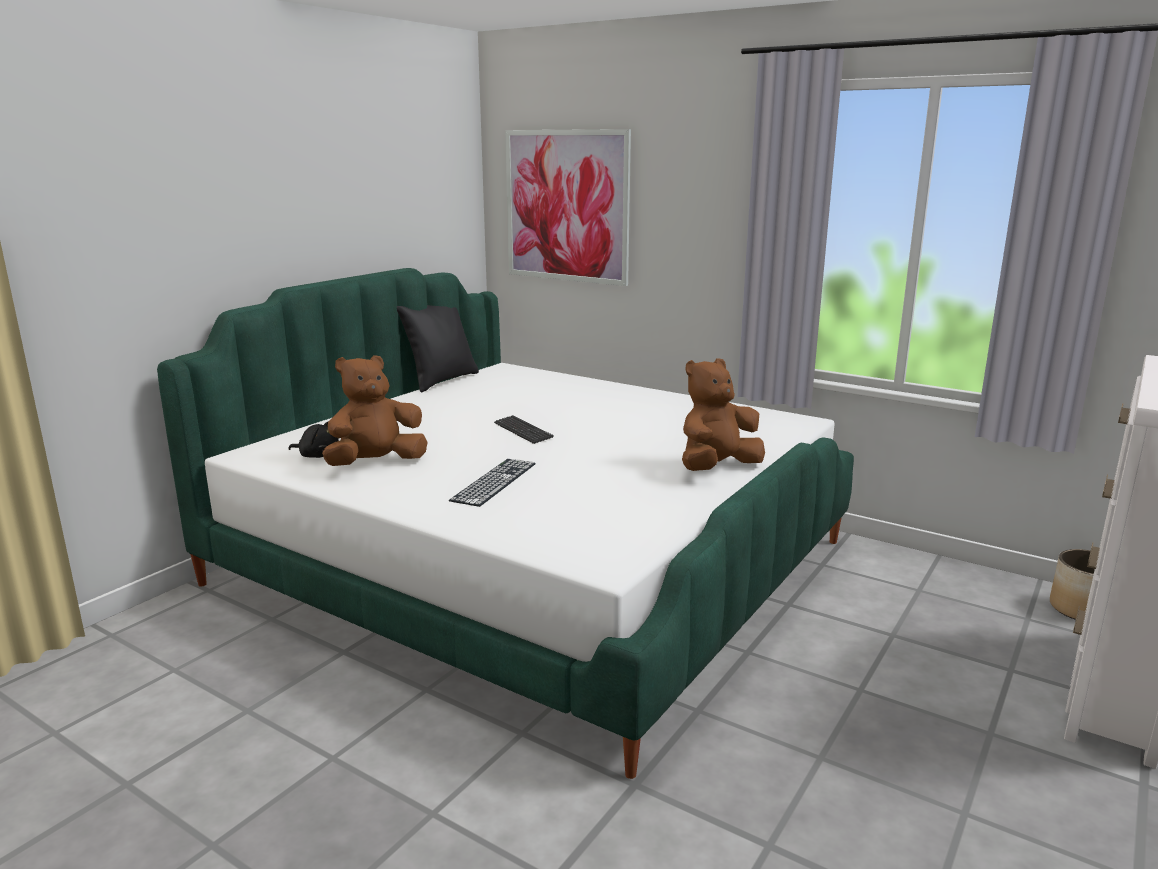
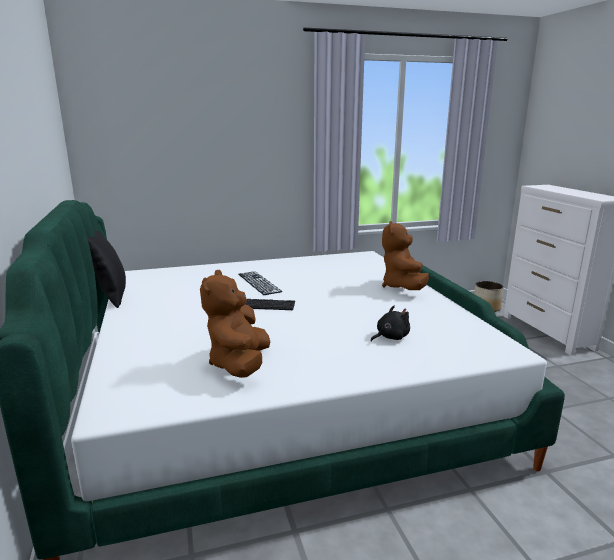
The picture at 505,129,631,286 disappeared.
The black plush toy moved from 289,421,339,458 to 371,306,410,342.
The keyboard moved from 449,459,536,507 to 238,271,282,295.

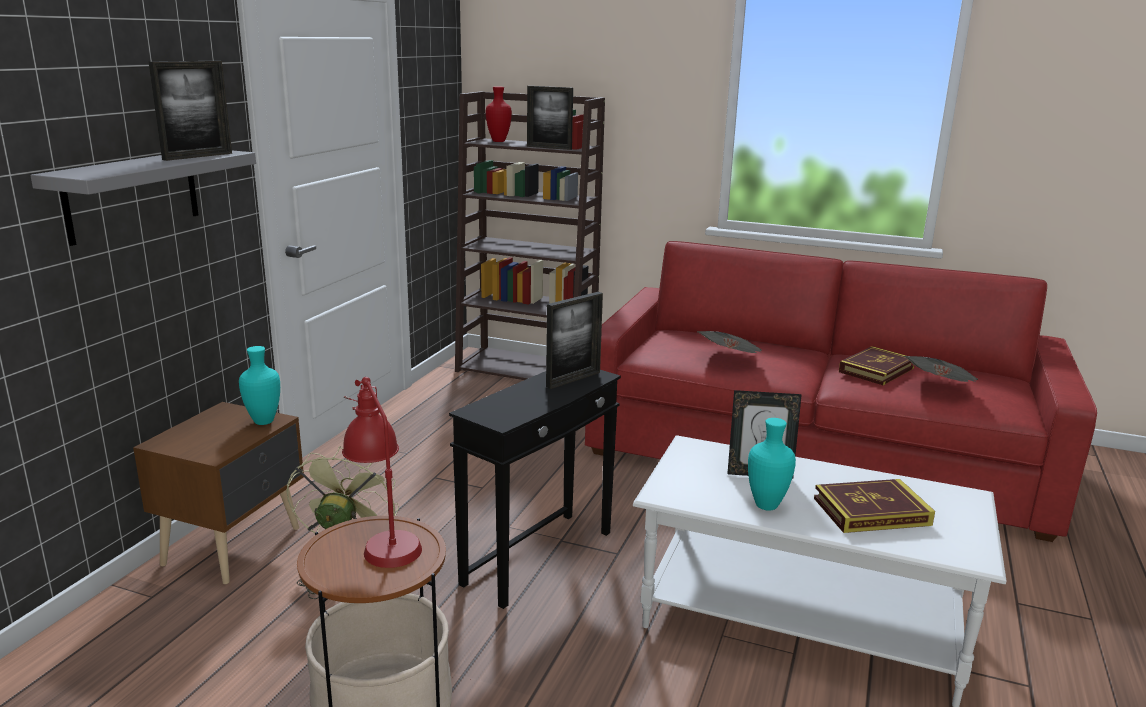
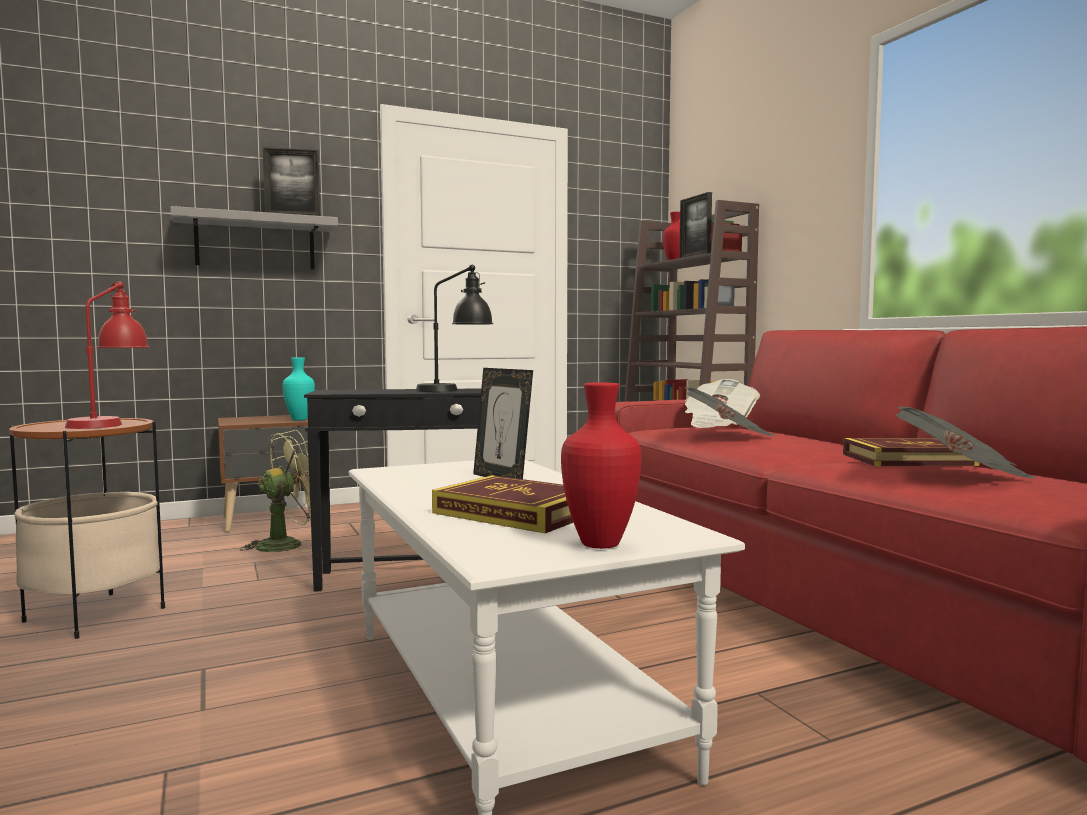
The picture frame at 546,292,603,389 was replaced by the black table lamp at 416,265,493,392.
The turquoise vase at 748,418,796,511 disappeared.
The newspaper at 684,379,760,428 appeared.
The red vase at 561,382,641,549 appeared.

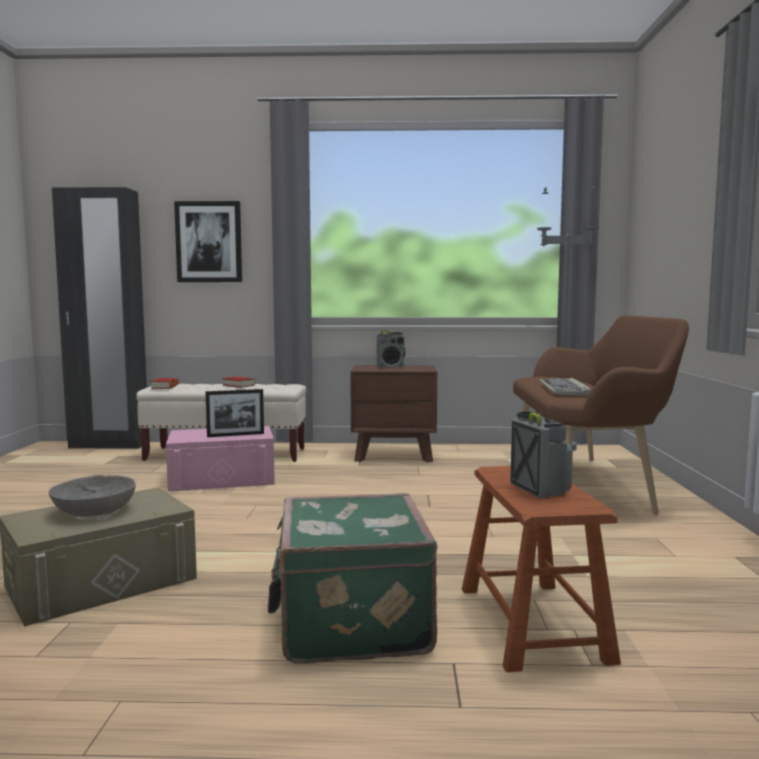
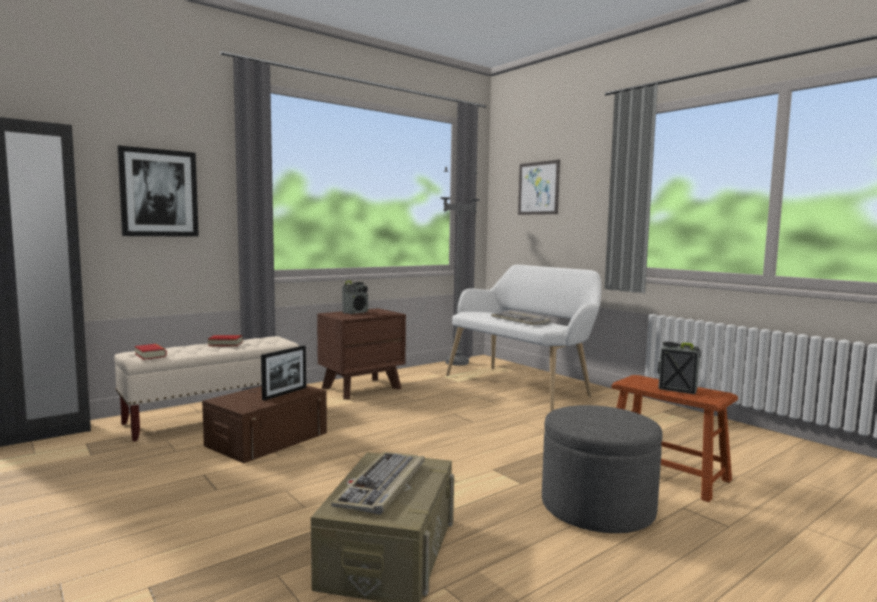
The brown bench at 513,315,689,515 became the white bench at 446,265,601,411.
The pink storage box at 166,426,275,491 became the brown storage box at 202,385,327,463.
The grey bowl at 49,475,136,517 was replaced by the keyboard at 331,452,425,515.
The green suitcase at 268,493,437,664 was replaced by the grey ottoman at 542,405,663,533.
The picture at 518,160,560,215 appeared.

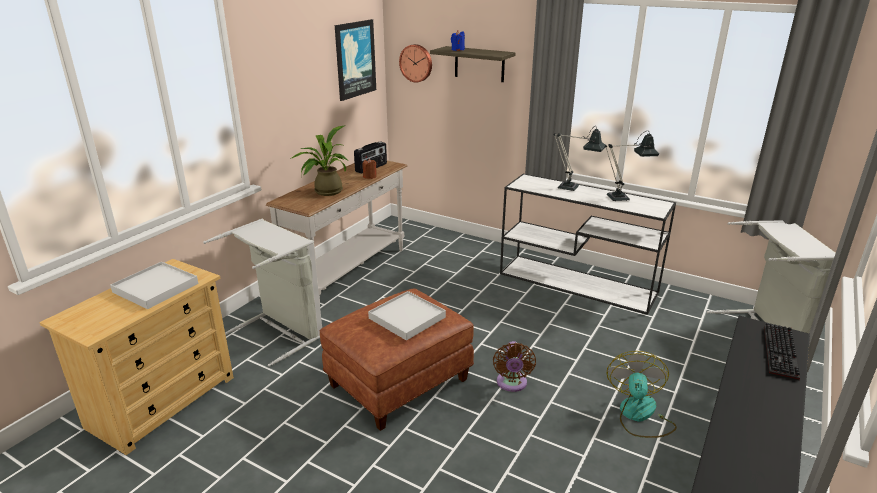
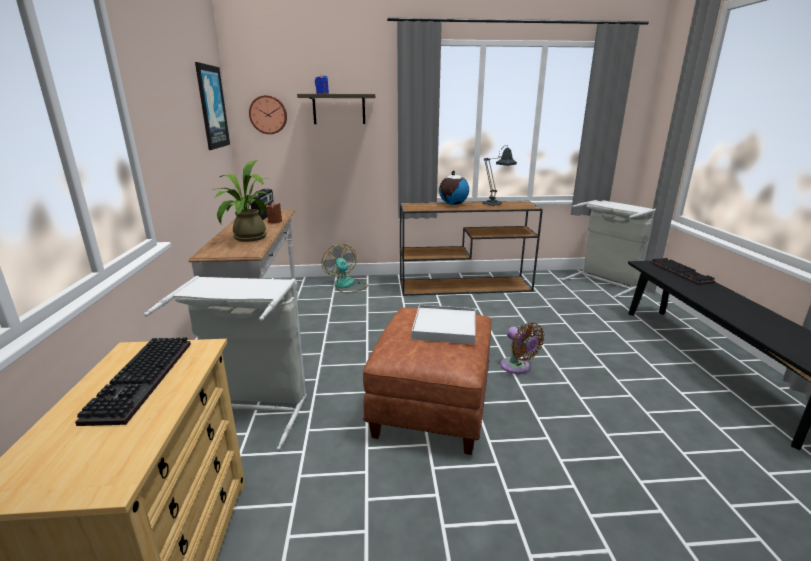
The table lamp at 554,126,605,191 was replaced by the globe at 439,170,469,205.
The white console table at 500,174,676,315 became the brown console table at 400,201,543,296.
The white tray at 110,262,198,309 was replaced by the keyboard at 75,337,191,426.
The fan moved from 606,351,677,438 to 321,244,369,293.

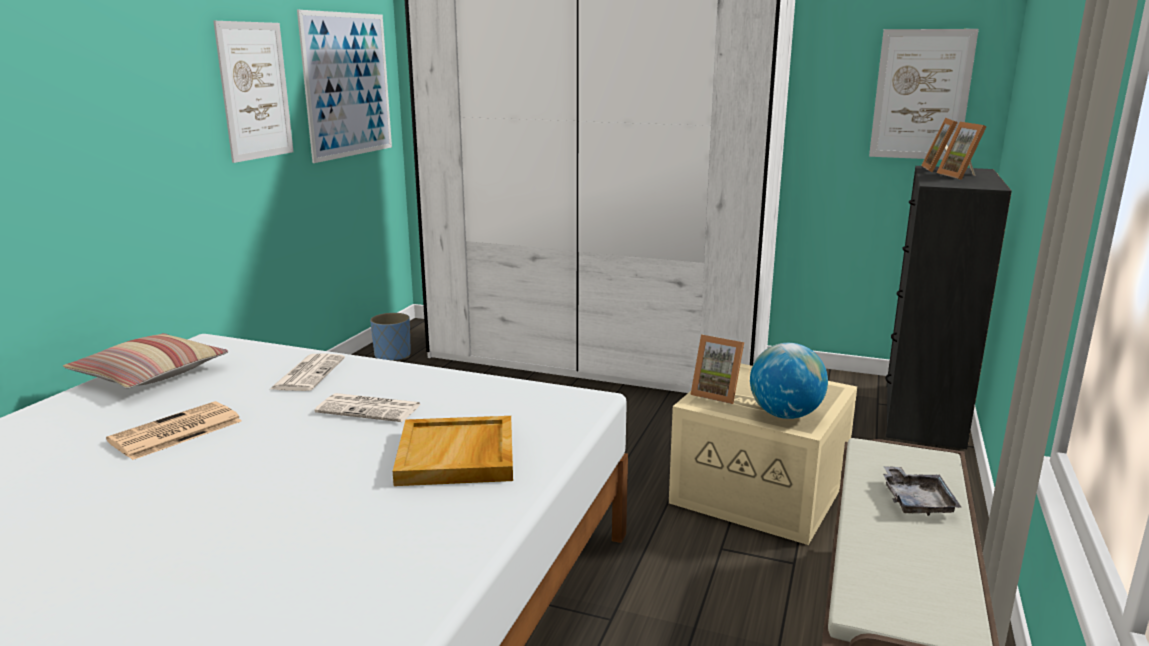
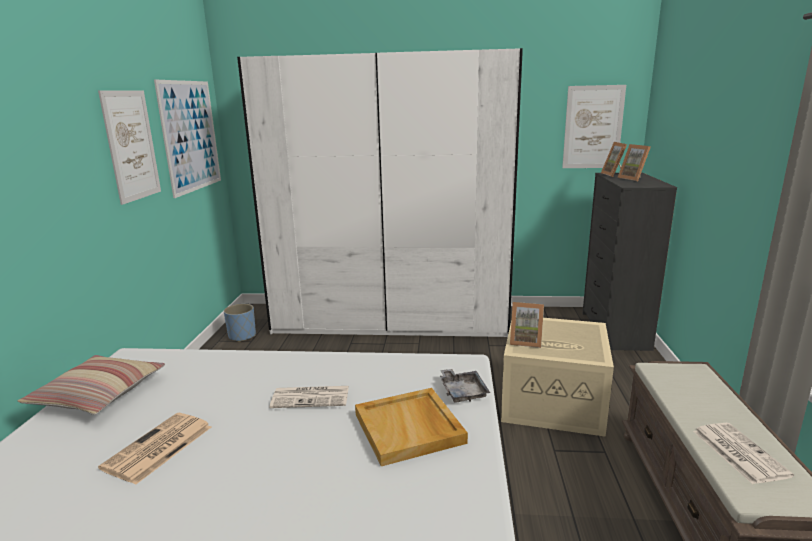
The globe at 750,343,828,419 disappeared.
The newspaper moved from 269,353,345,391 to 693,423,794,484.
The grey tray moved from 883,466,962,516 to 440,369,490,403.

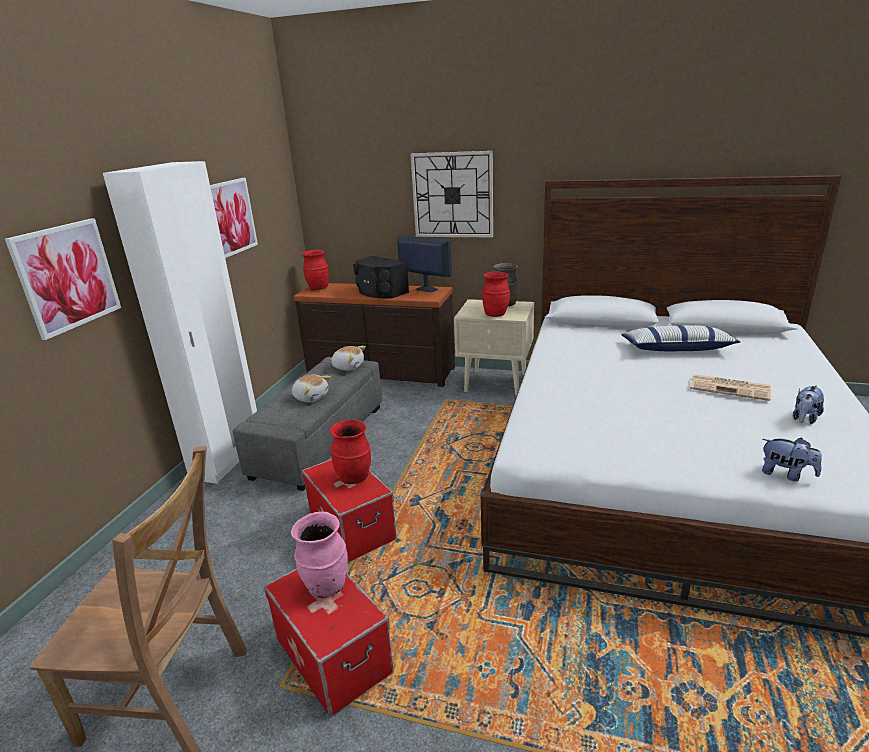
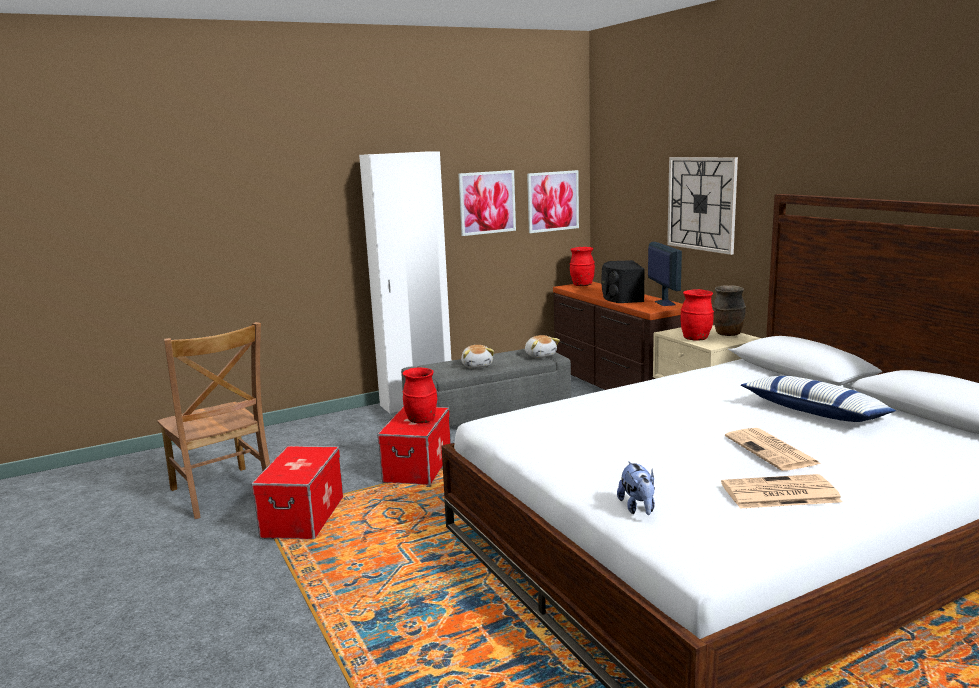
The picture moved from 5,218,121,340 to 527,170,579,233.
The plush toy at 793,385,824,424 was replaced by the newspaper at 721,474,842,508.
The pink vase at 291,512,348,598 disappeared.

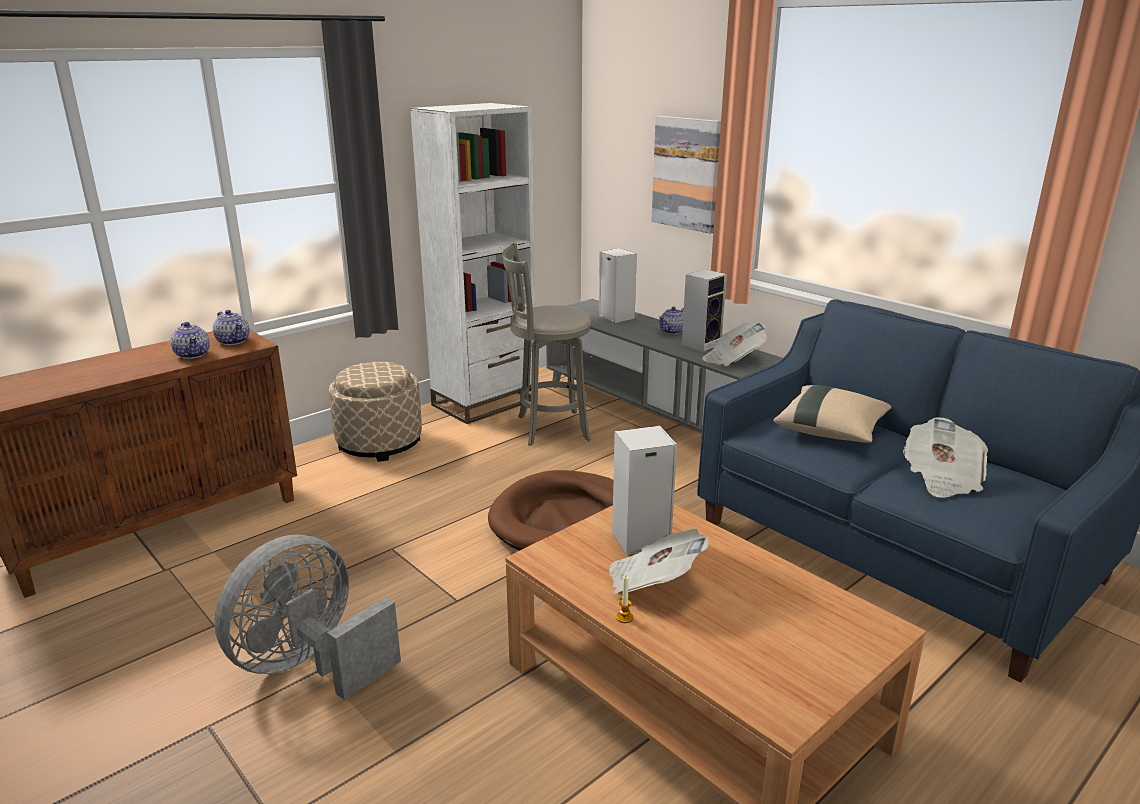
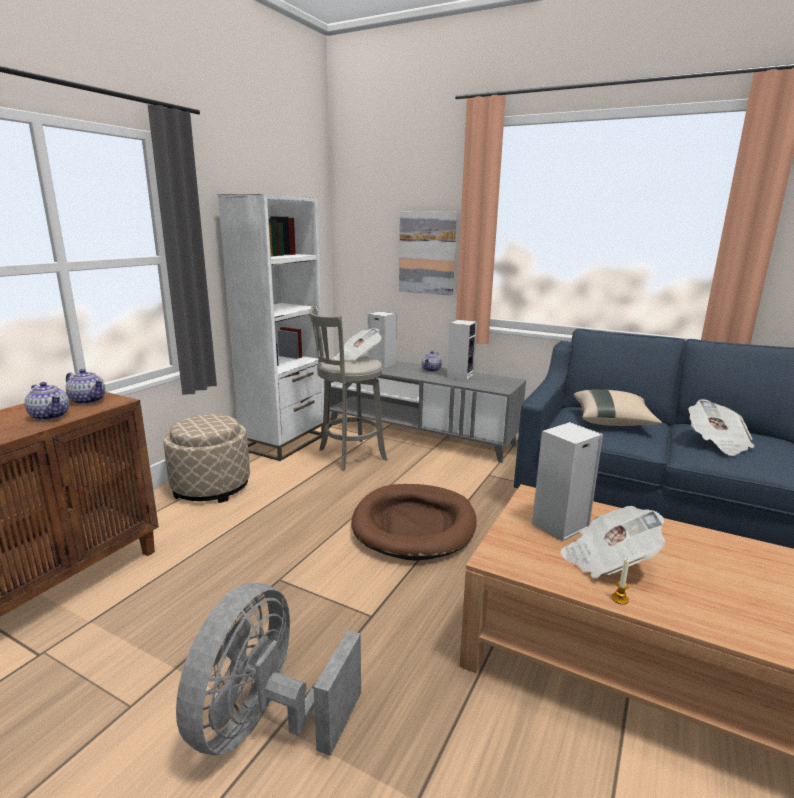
The newspaper moved from 702,322,767,366 to 334,328,382,361.

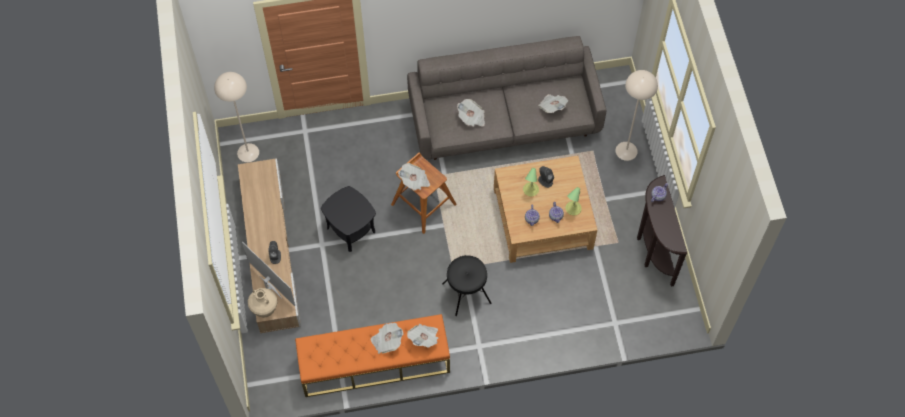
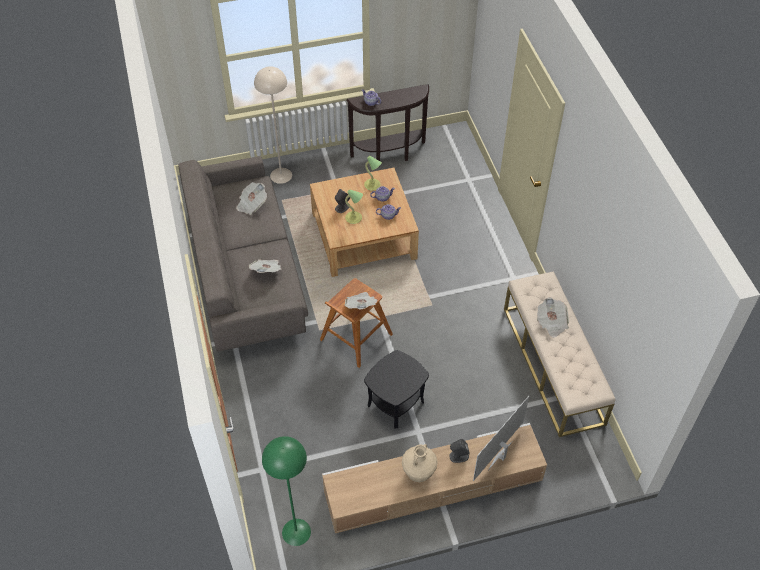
The beige floor lamp at 214,72,259,162 became the green floor lamp at 262,436,311,546.
The black stool at 442,255,491,316 disappeared.
The beige vase moved from 248,288,277,318 to 402,444,438,482.
The orange bench at 295,314,450,397 became the beige bench at 504,271,616,437.
The newspaper at 407,324,438,347 disappeared.

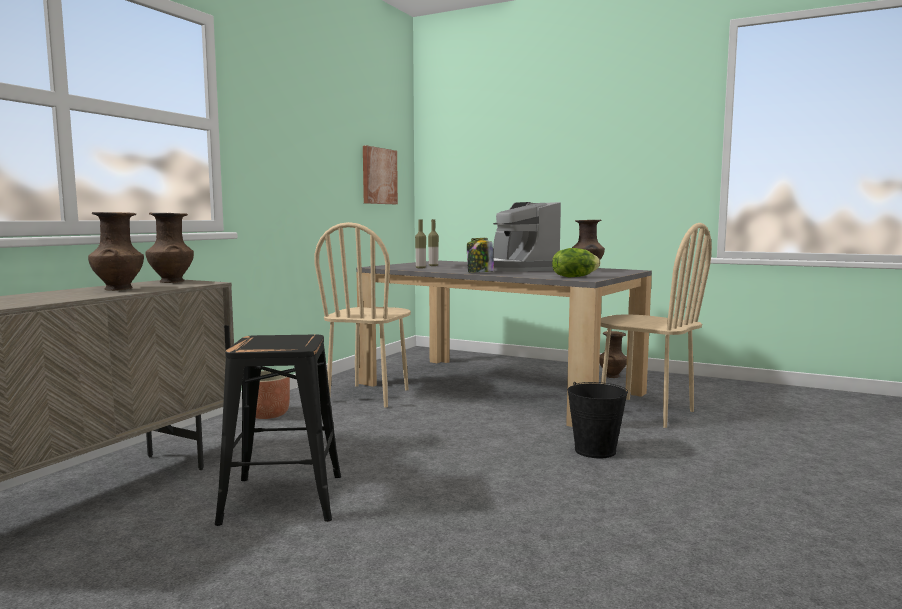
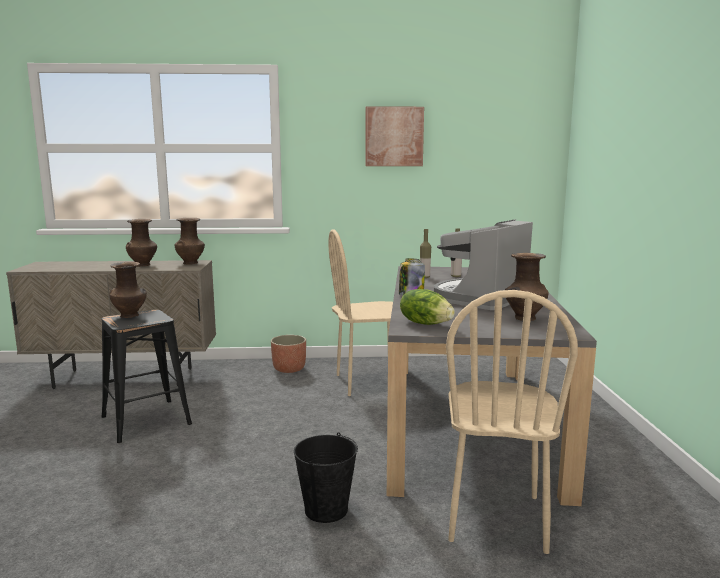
The picture moved from 363,146,398,204 to 365,106,424,166.
The brown vase moved from 599,331,627,378 to 110,262,147,318.

